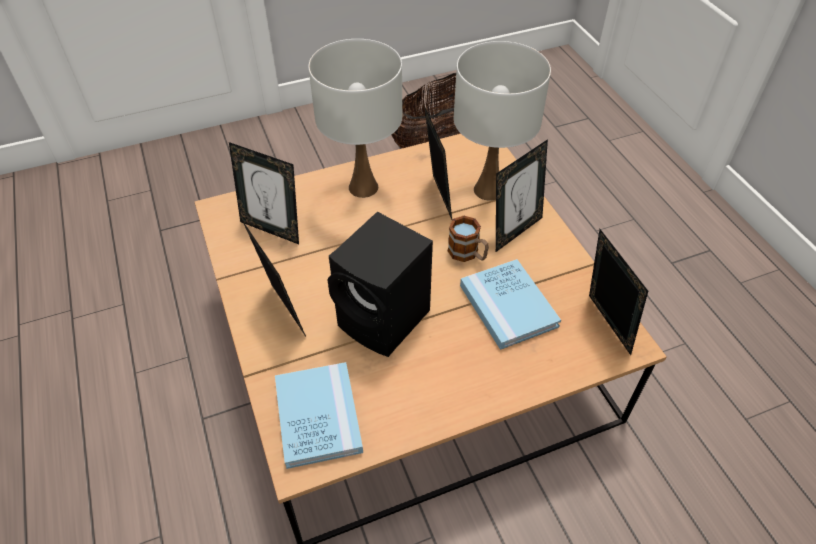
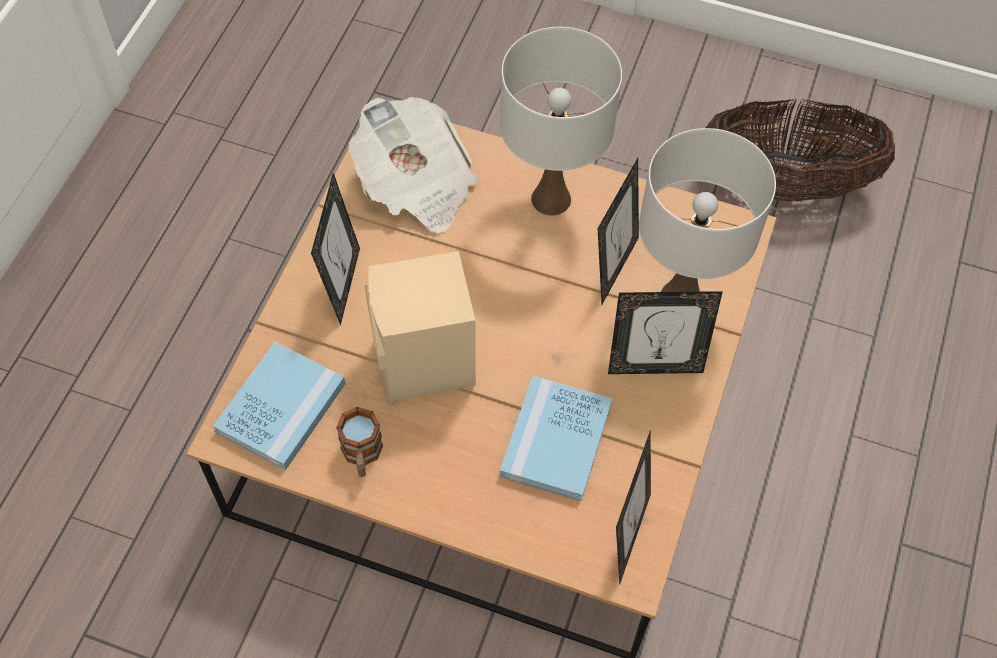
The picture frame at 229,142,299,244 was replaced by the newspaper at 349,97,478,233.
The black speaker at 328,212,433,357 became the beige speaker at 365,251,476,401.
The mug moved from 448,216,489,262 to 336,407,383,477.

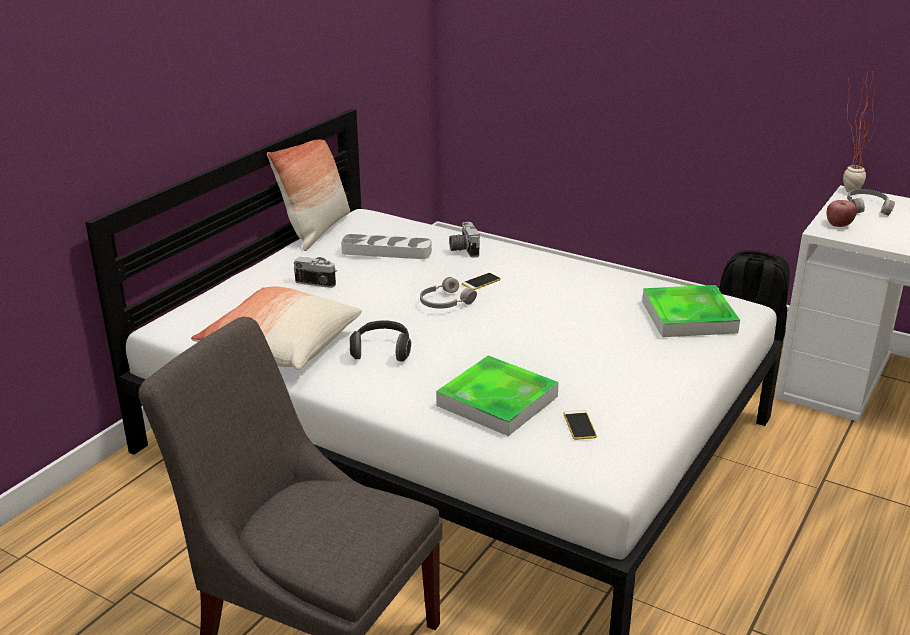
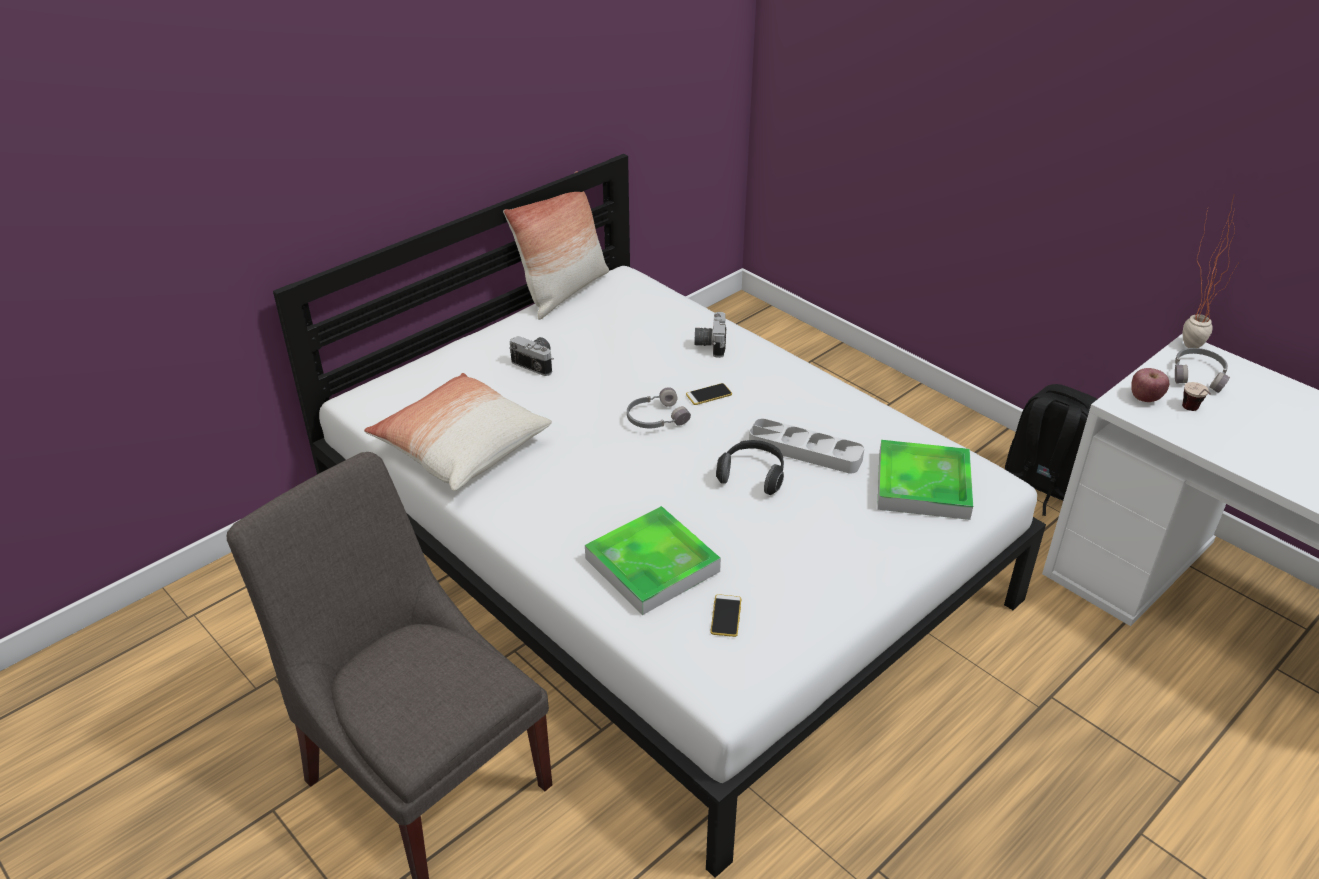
The grey tray moved from 341,234,432,259 to 749,418,864,474.
The headphones moved from 350,320,411,362 to 716,440,784,495.
The cup at 1182,382,1211,411 appeared.

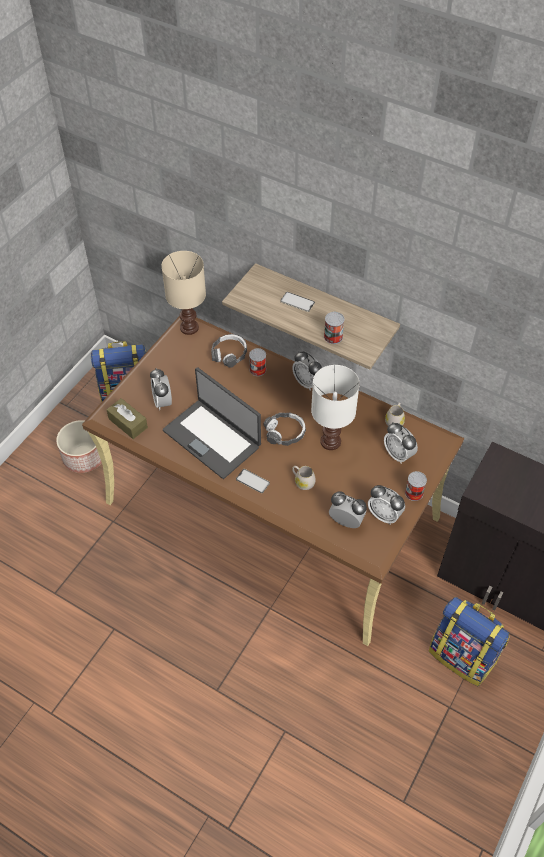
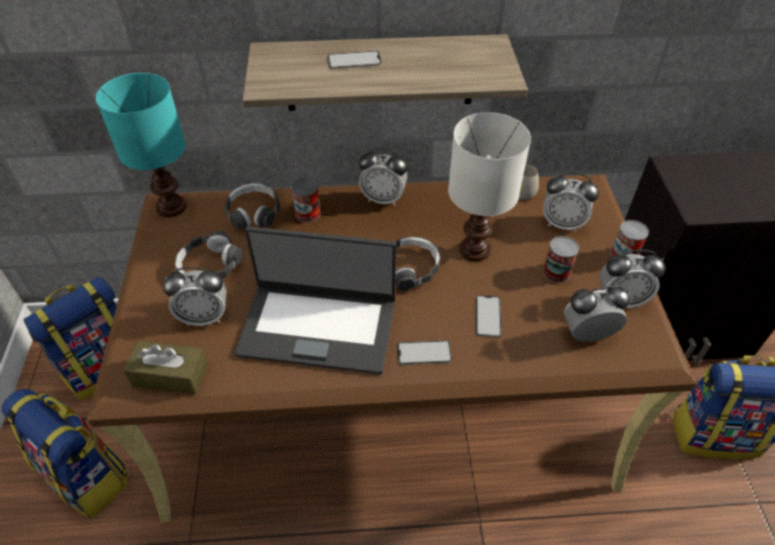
The beige table lamp at 161,251,206,335 became the turquoise table lamp at 96,73,186,217.
The can moved from 324,312,345,344 to 543,236,579,283.
The alarm clock at 150,368,172,410 turned 45 degrees counterclockwise.
The planter at 56,420,102,473 was replaced by the backpack at 2,389,127,519.
The white mug at 292,466,316,490 was replaced by the phone at 476,295,502,337.
The headphones at 175,231,243,278 appeared.

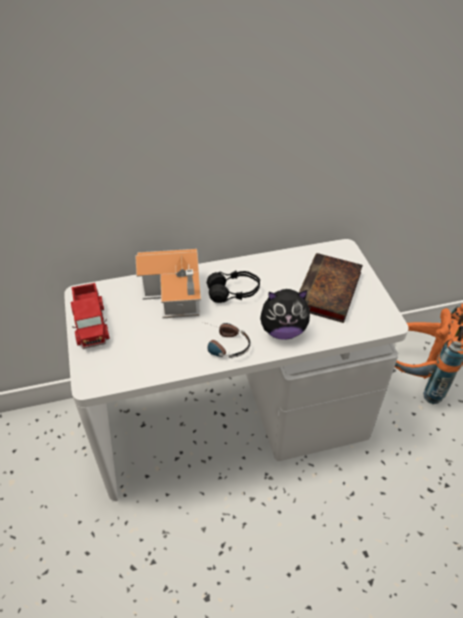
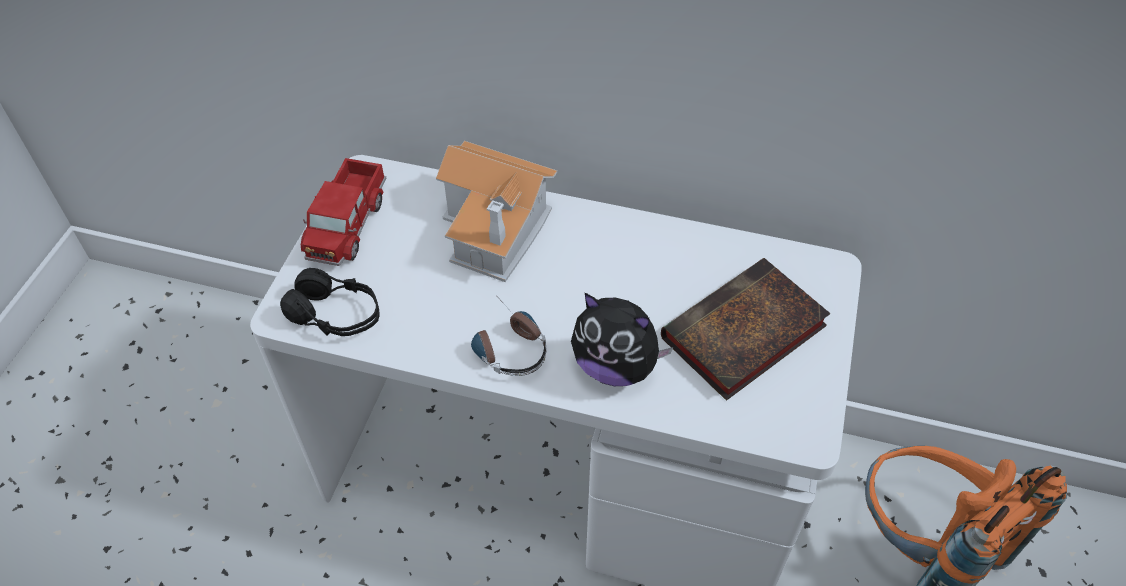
The black headphones moved from 207,270,260,303 to 280,268,380,336.

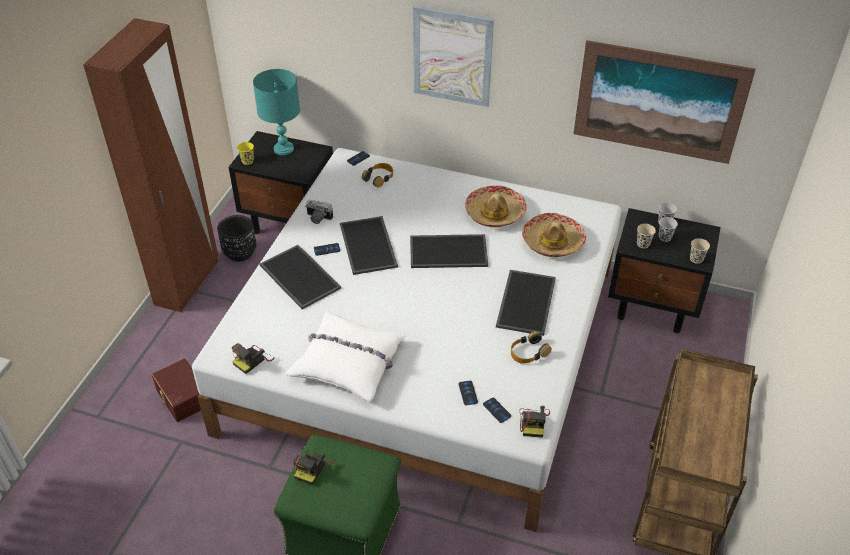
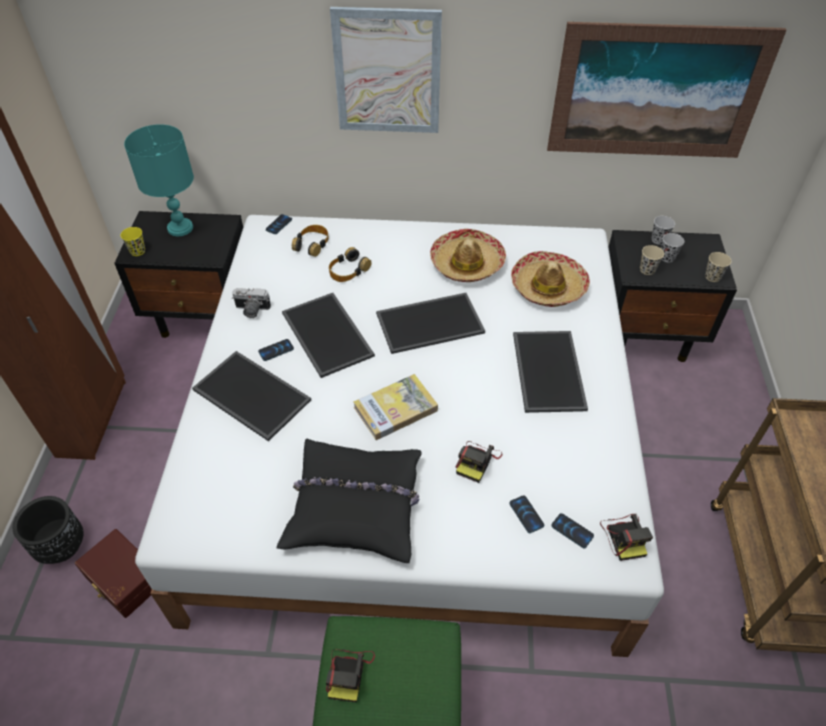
The black planter moved from 217,215,256,262 to 13,496,84,564.
The white pillow at 285,311,406,402 became the black pillow at 277,439,421,563.
The headphones moved from 511,331,552,364 to 329,247,372,282.
The photo camera moved from 232,343,275,374 to 456,441,502,483.
The book at 354,374,438,440 appeared.

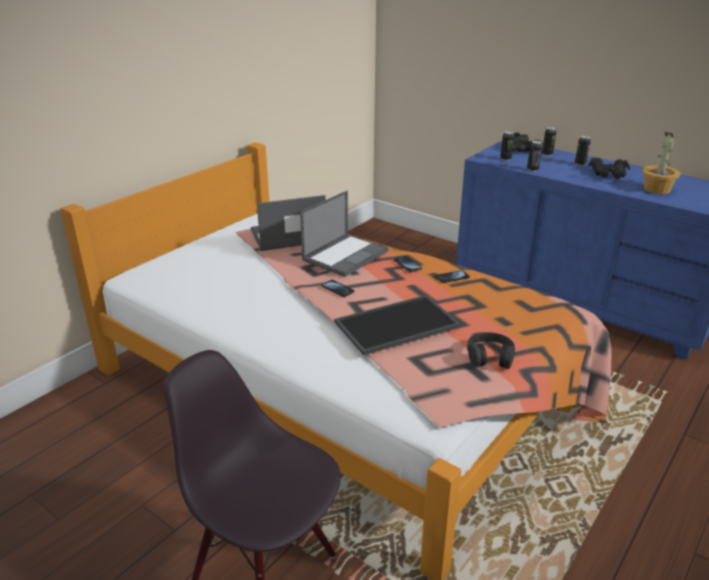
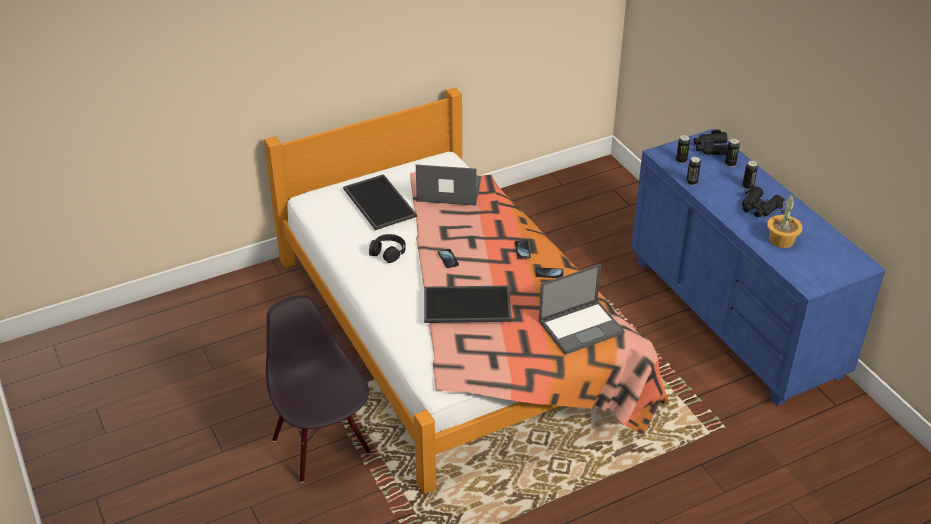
The laptop moved from 300,191,389,277 to 539,264,625,355.
The black headphones moved from 467,332,515,369 to 369,234,406,263.
The tray at 343,174,417,230 appeared.

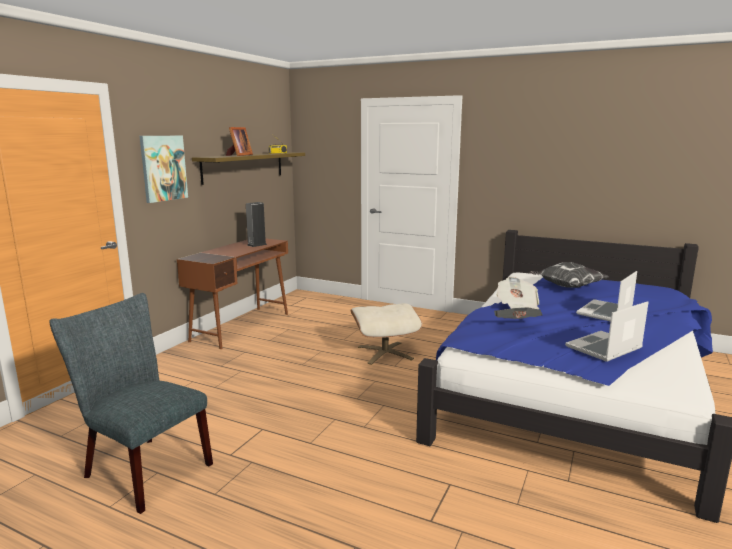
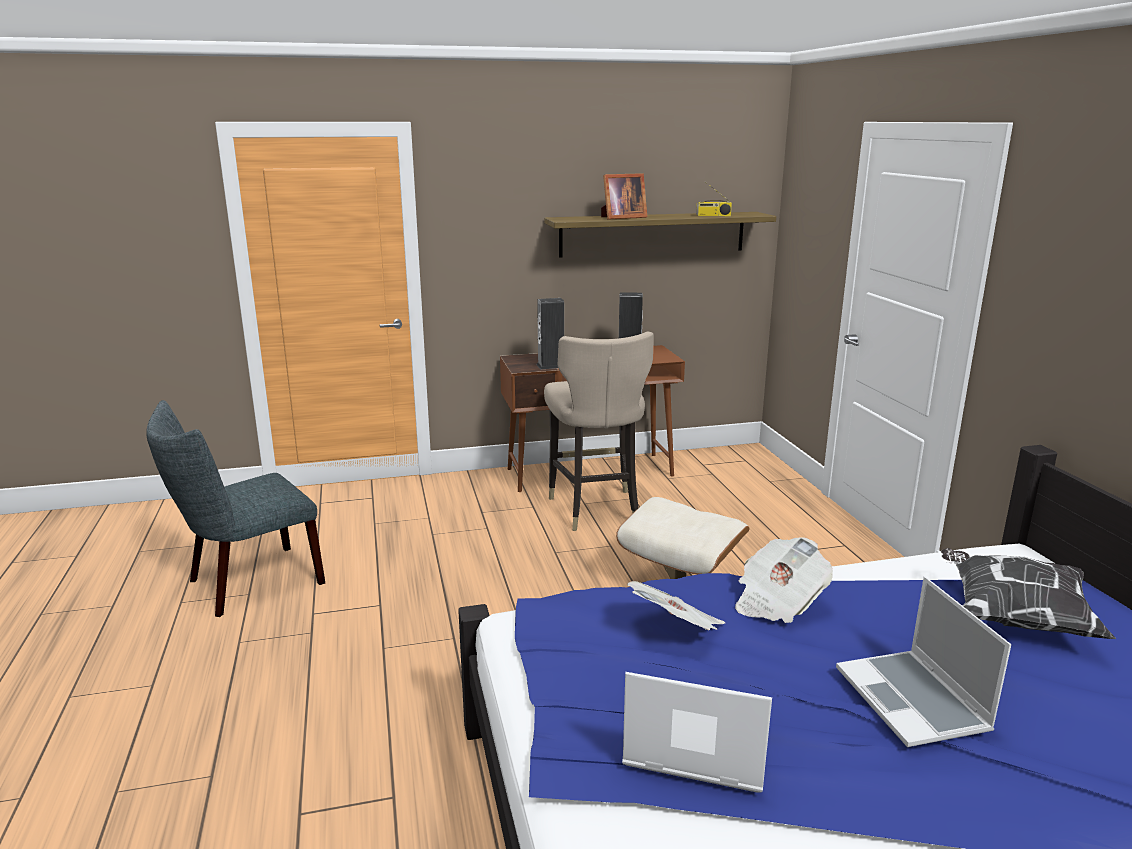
The picture at 140,136,188,203 disappeared.
The laptop at 576,271,637,321 turned 105 degrees counterclockwise.
The grey chair at 49,293,213,514 turned 120 degrees counterclockwise.
The speaker at 536,298,564,369 appeared.
The beige stool at 544,331,654,531 appeared.

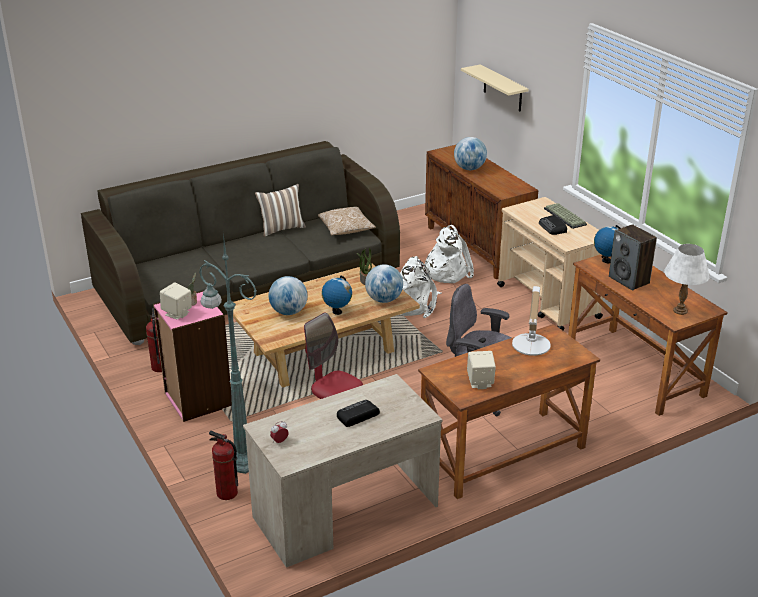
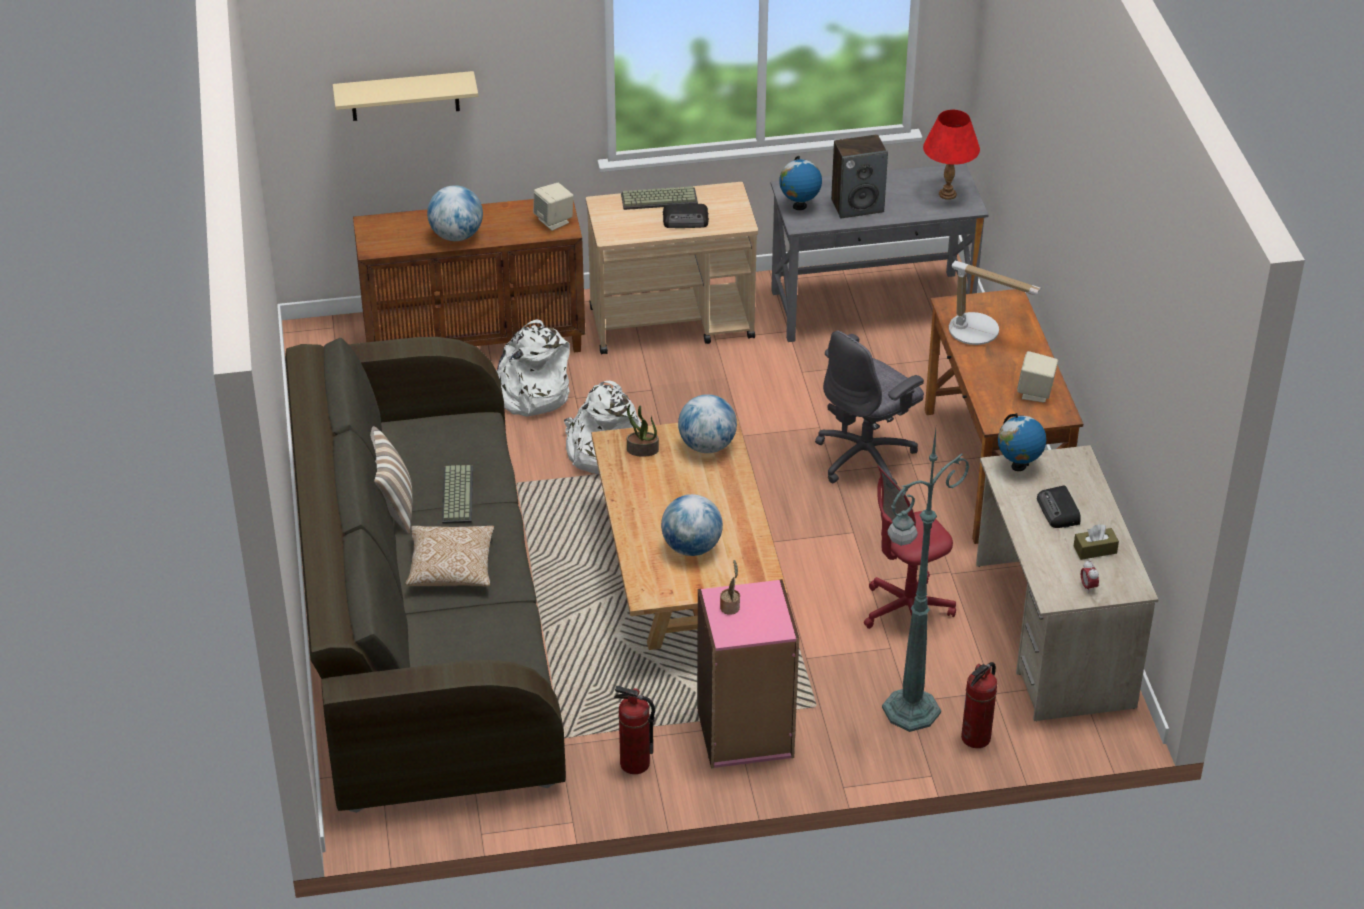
The pillow moved from 318,207,376,235 to 405,526,494,586.
The white table lamp at 664,244,710,315 became the red table lamp at 923,110,980,200.
The brown desk at 568,255,728,416 became the grey desk at 771,163,989,342.
The globe moved from 322,275,352,315 to 998,413,1046,471.
The beige speaker moved from 160,282,192,320 to 533,183,573,231.
The keyboard at 442,465,473,524 appeared.
The brown tissue box at 1074,524,1119,560 appeared.

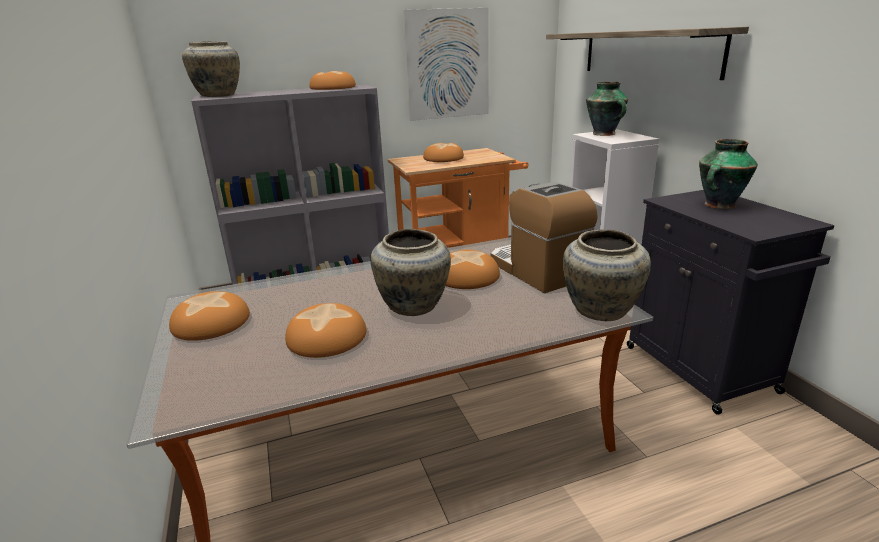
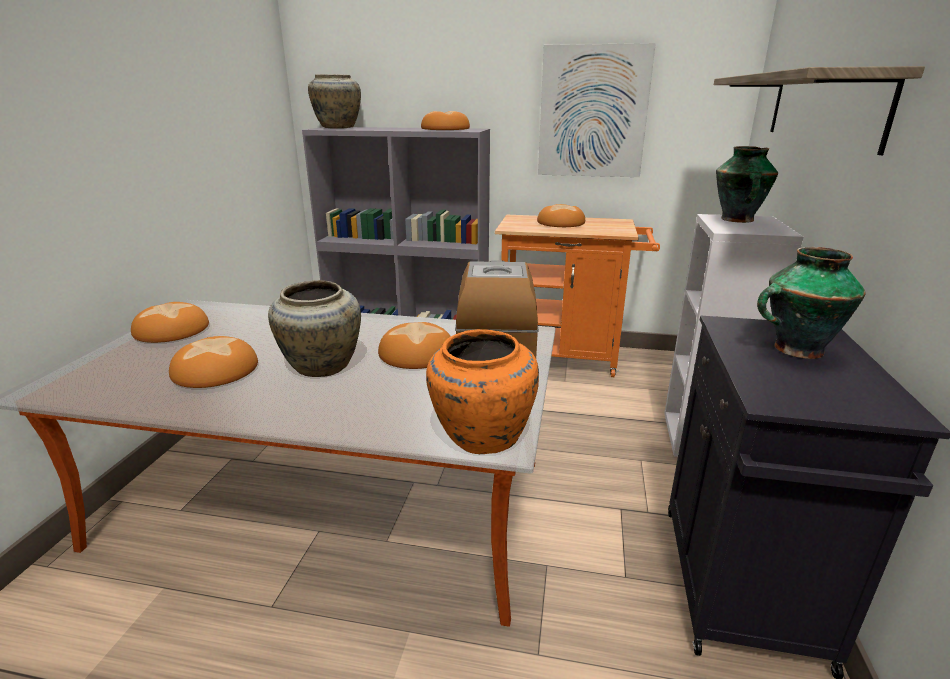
The beige vase at 563,229,651,321 became the orange vase at 426,329,539,454.

